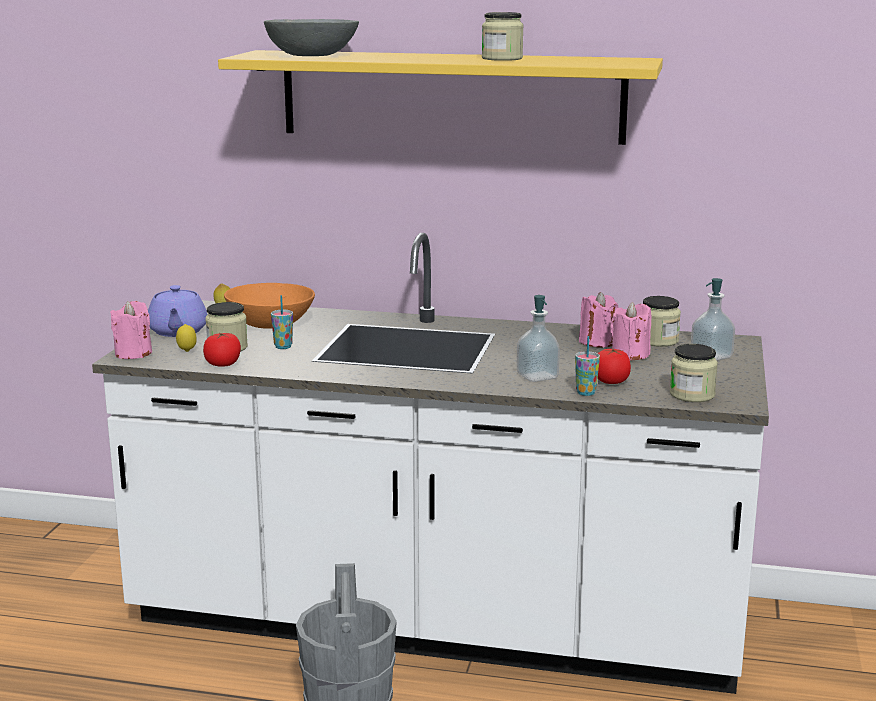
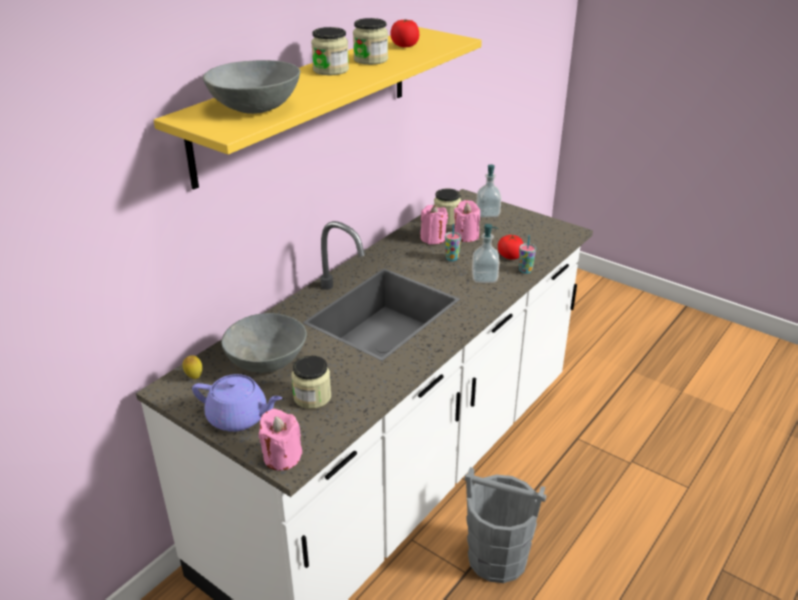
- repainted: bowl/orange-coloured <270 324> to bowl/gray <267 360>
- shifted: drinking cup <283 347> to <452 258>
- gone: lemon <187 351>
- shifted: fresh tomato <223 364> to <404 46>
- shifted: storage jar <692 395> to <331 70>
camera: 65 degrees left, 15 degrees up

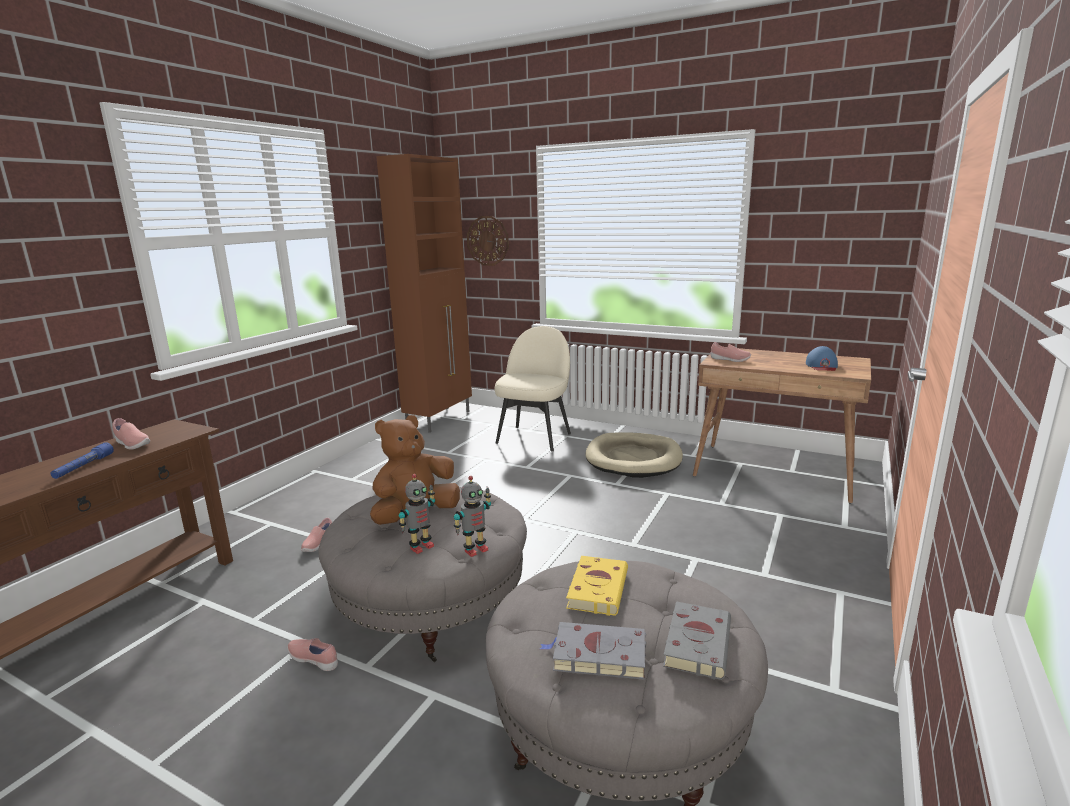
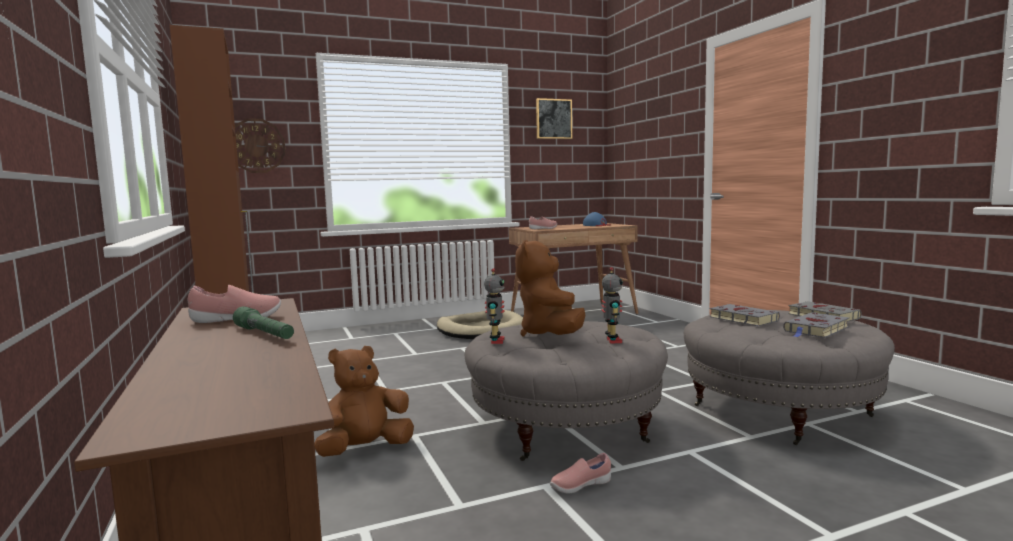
- gone: upright chair/beige <534 437>
- repainted: flashlight/blue-coloured <83 467> to flashlight/greenish <264 334>
- shifted: robot figure <475 550> to <496 341>
- swapped: item of footwear/pink <318 544> to cuddly toy/brownish <365 449>
- repainted: book/yellow-coloured <598 588> to book/gray <741 319>
- new: picture <553 119>
camera: 50 degrees left, 10 degrees down

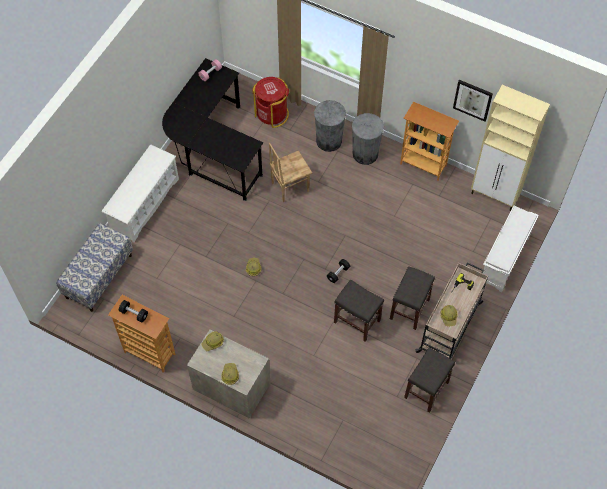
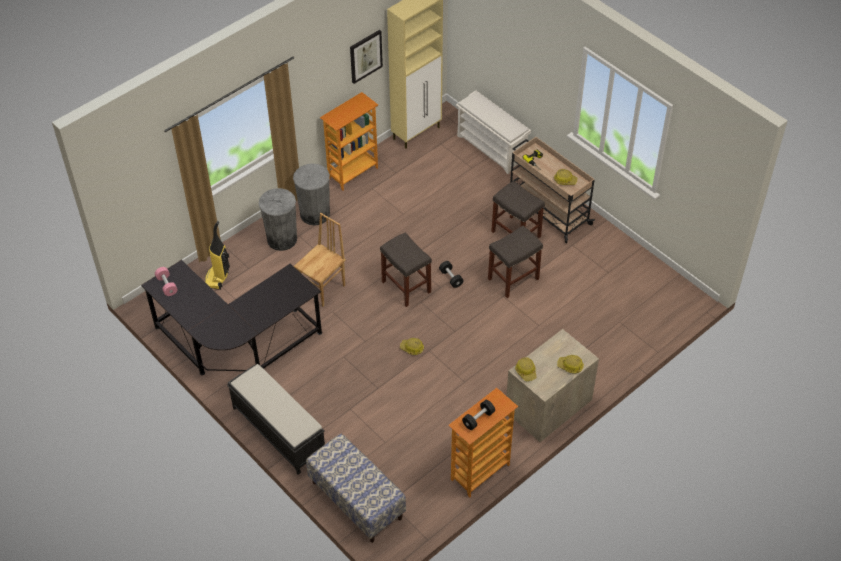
- swapped: waste bin/reddish <272 114> to vacuum cleaner <218 278>
- rotated: upright chair/brownish <289 187> = <323 289> 135 degrees counterclockwise
- swapped: shoe stand/white <144 204> to bench/black <278 430>
- shifted: stool/gray <426 390> to <407 287>
camera: 70 degrees left, 10 degrees down

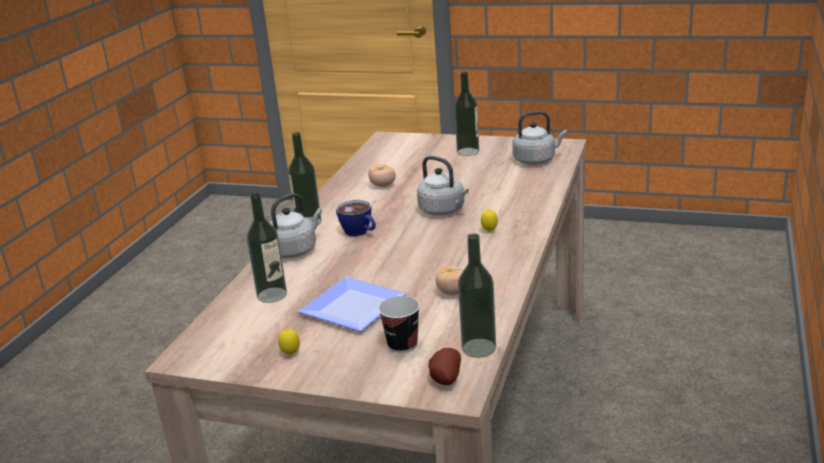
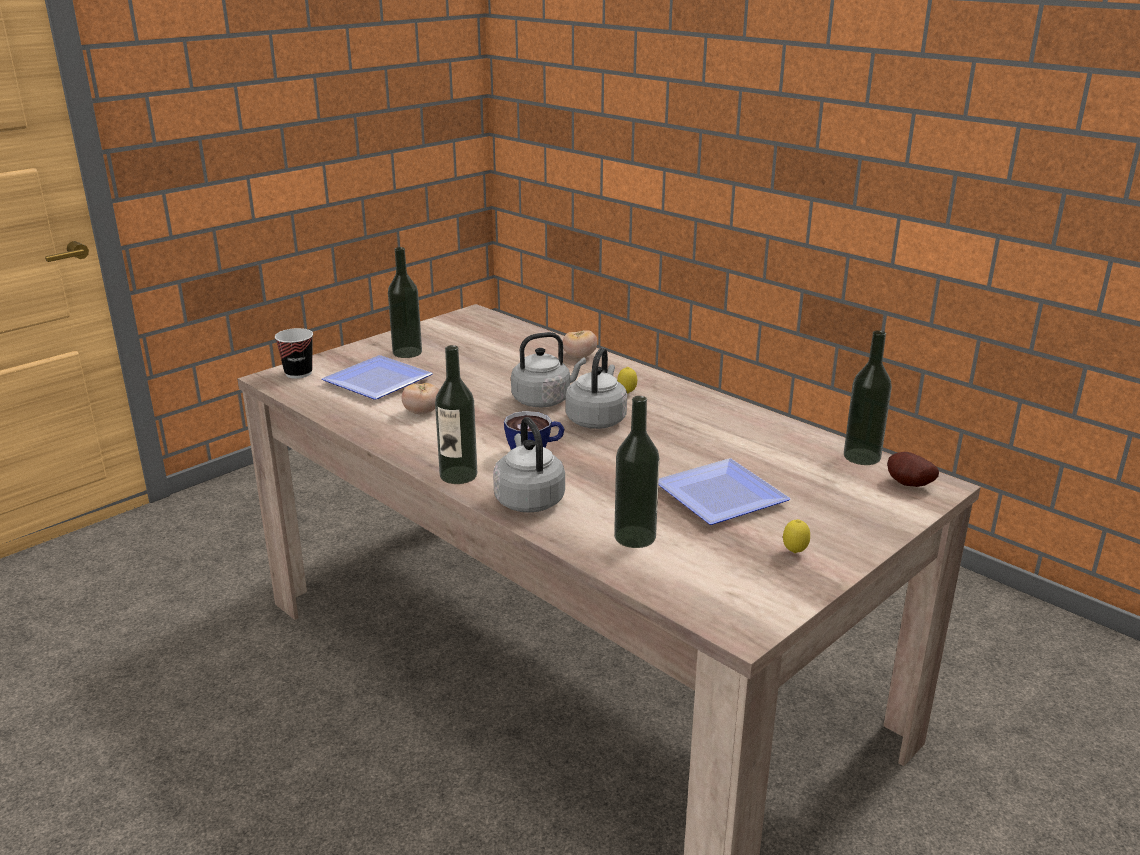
- shifted: tea kettle/gray <536 160> to <597 419>
- shifted: fresh tomato <452 293> to <579 356>
- shifted: drinking cup <402 345> to <298 373>
- new: plate <378 380>
camera: 65 degrees left, 0 degrees up

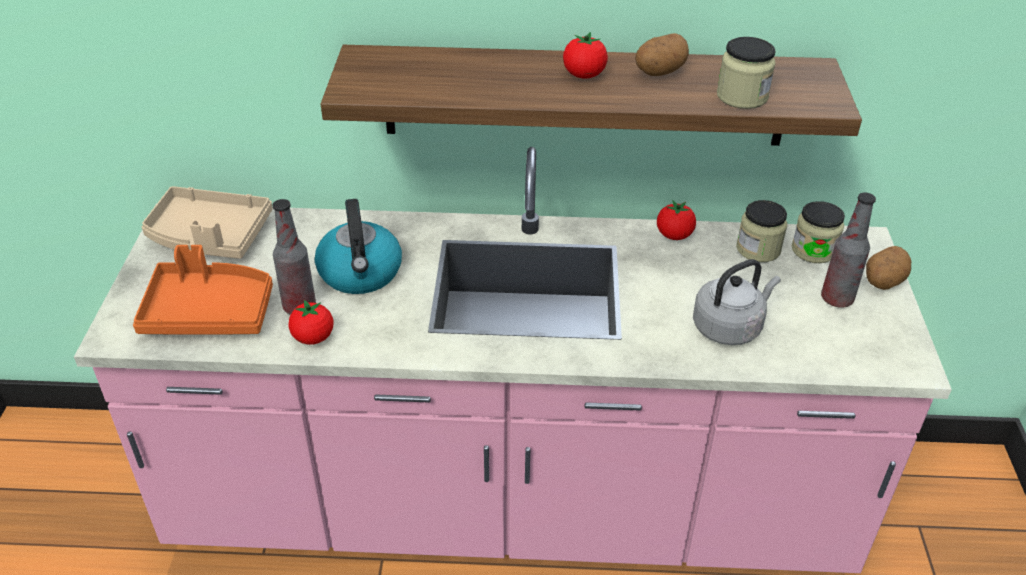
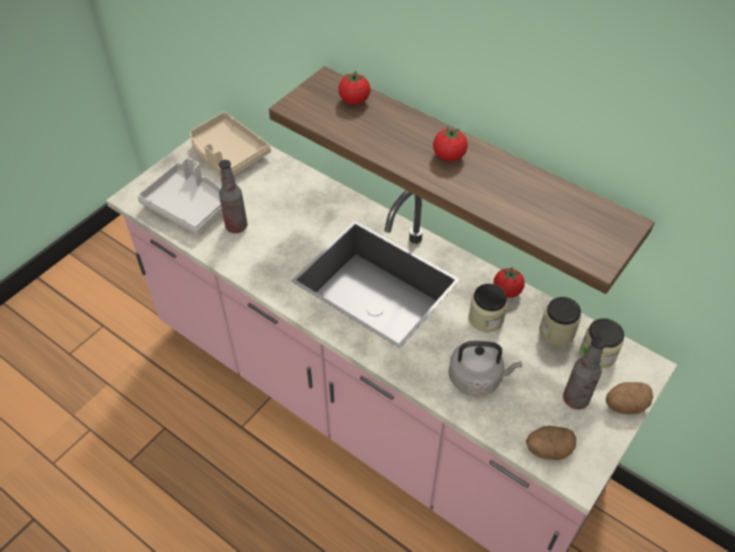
- shifted: whole potato <659 72> to <547 449>
- shifted: storage jar <742 96> to <486 318>
- gone: tea kettle <361 273>
- repainted: tray/orange-coloured <209 312> to tray/gray <188 206>
- shifted: fresh tomato <313 337> to <354 100>
camera: 35 degrees right, 10 degrees up

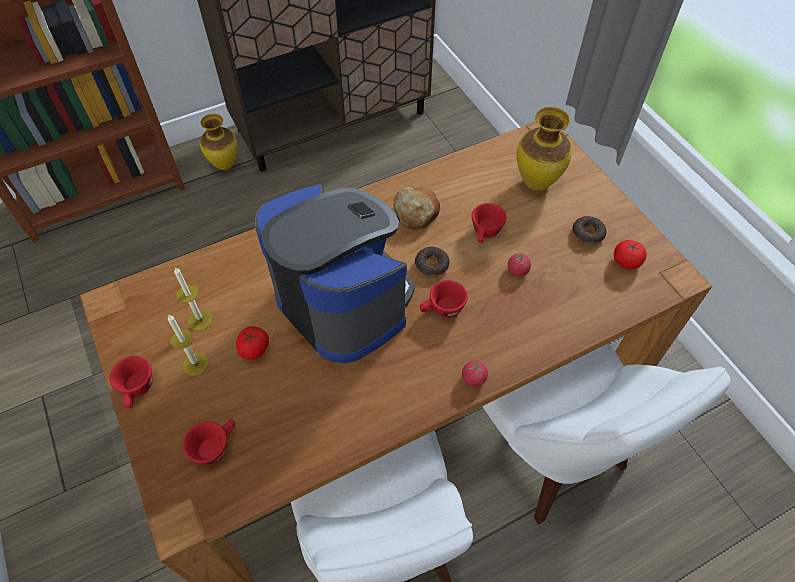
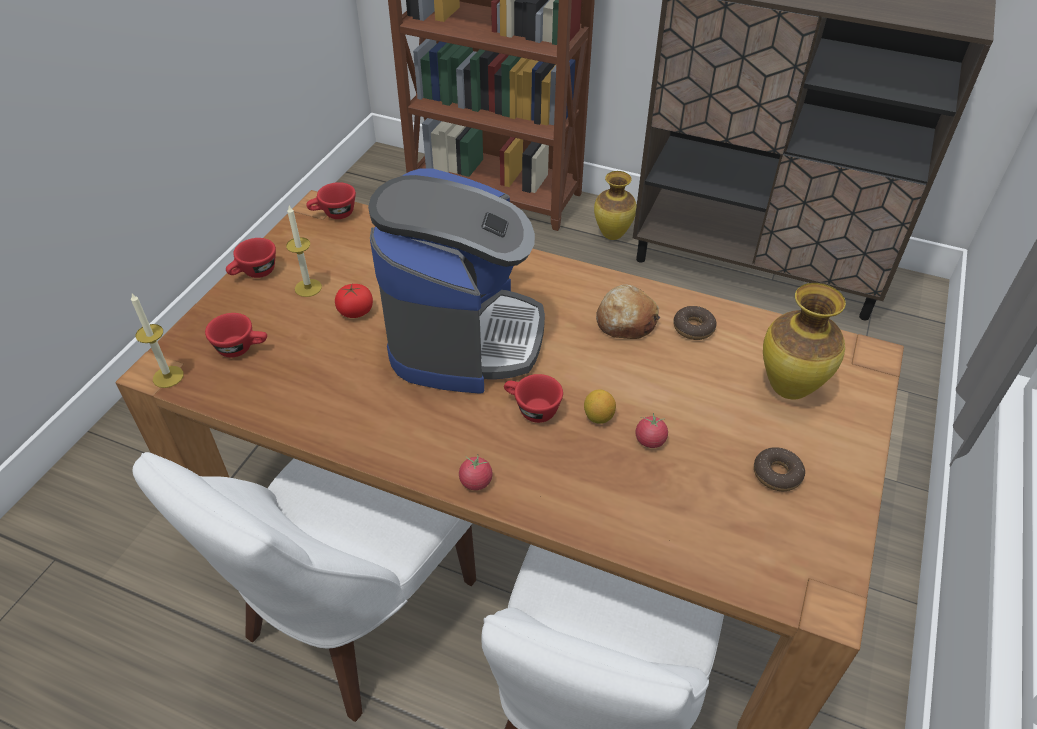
- shifted: drinking cup/reddish <485 233> to <334 214>
- gone: fresh tomato <626 262>
- shifted: donut <431 265> to <693 328>
- shifted: candle <200 320> to <168 377>
- new: lemon <598 417>
camera: 50 degrees right, 10 degrees down

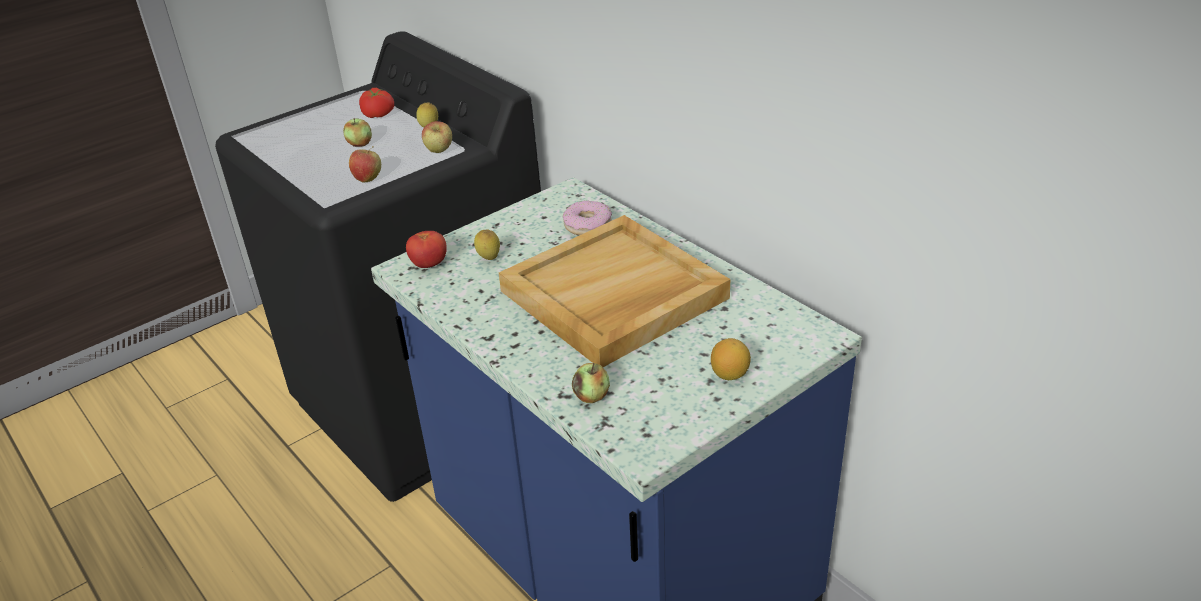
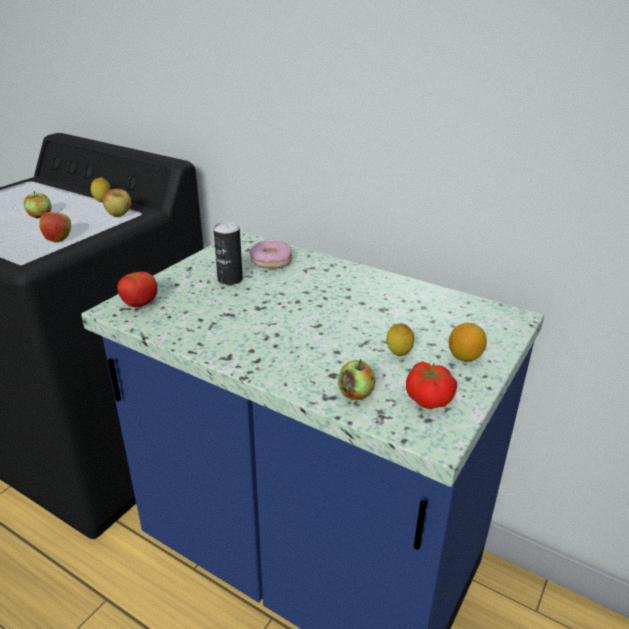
- shifted: fresh tomato <379 114> to <429 398>
- gone: tray/beige <613 296>
- shifted: lemon <489 259> to <398 355>
- new: metal can <230 279>
camera: 20 degrees left, 5 degrees down

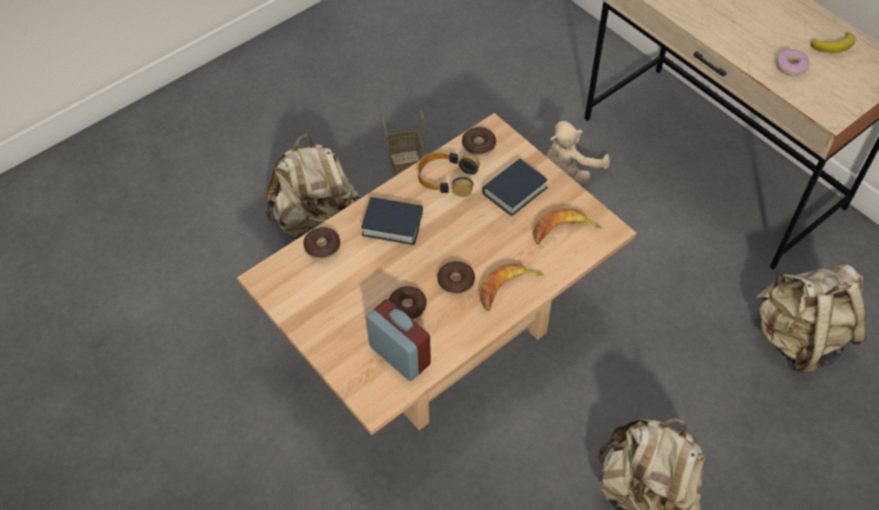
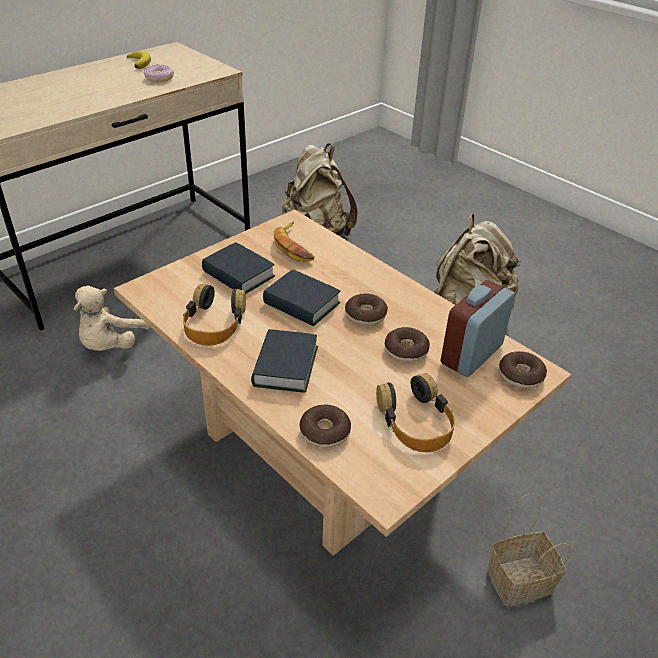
- shifted: household basket <405 165> to <518 582>
- rotated: cuddly toy/beige <569 170> = <111 344> 60 degrees clockwise
- shifted: donut <478 145> to <520 375>
- gone: rucksack/beige <317 222>
- gone: whole banana <507 289>
- new: book <301 304>
- new: headphones <415 421>
camera: 95 degrees left, 15 degrees down

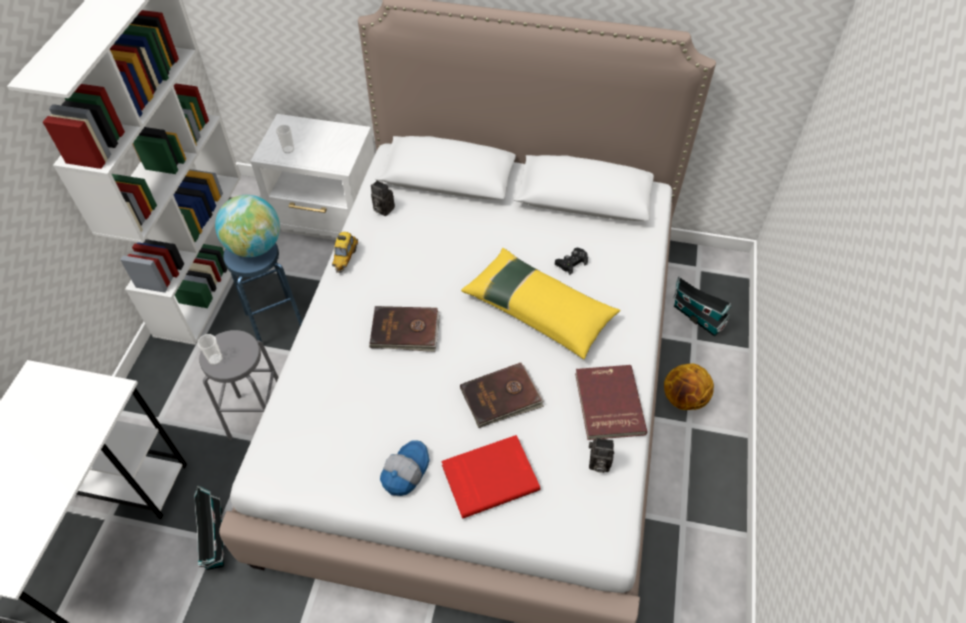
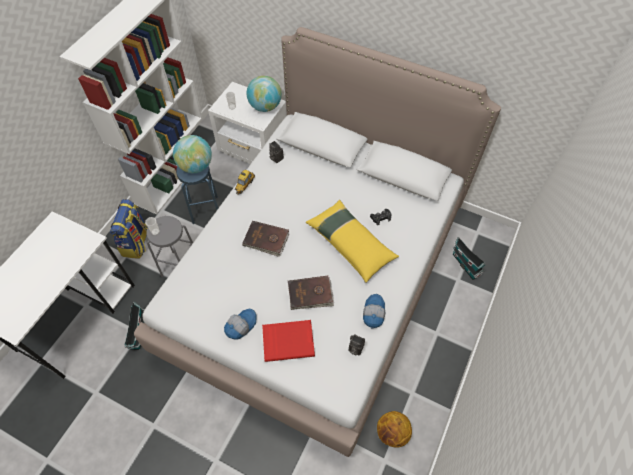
- shifted: basketball <684 399> to <392 433>
- swapped: book/reddish <607 403> to peaked cap <373 313>
- new: desk globe <265 106>
- new: rucksack <137 243>
camera: 15 degrees right, 5 degrees up

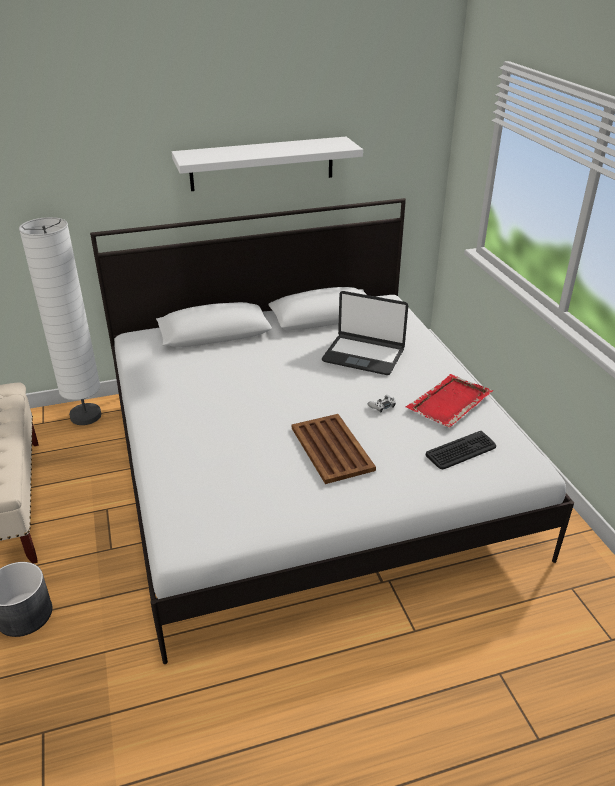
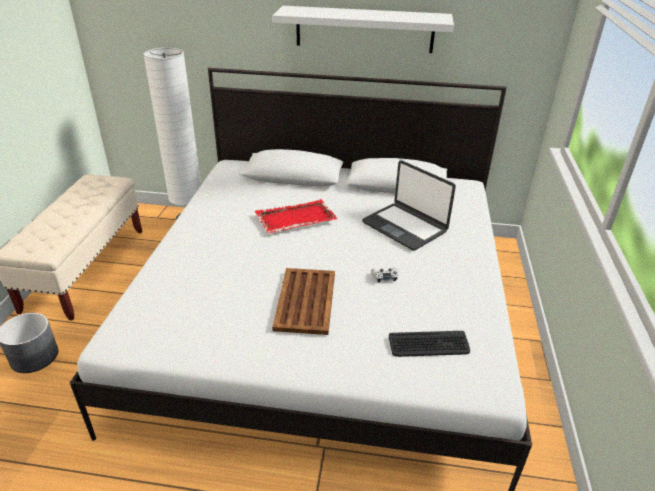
- shifted: tray/reddish <448 403> to <295 218>
camera: 25 degrees right, 0 degrees up

